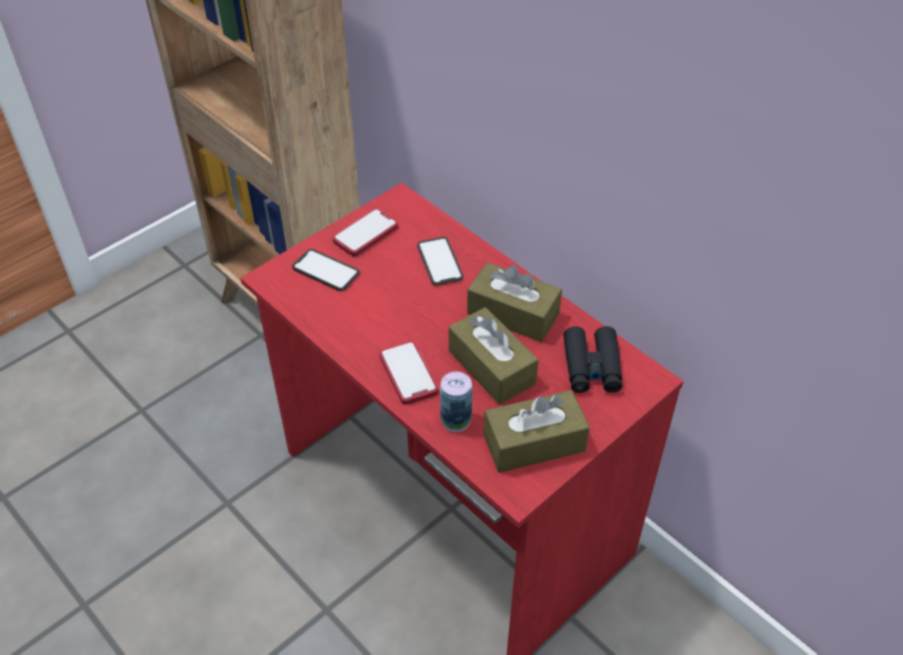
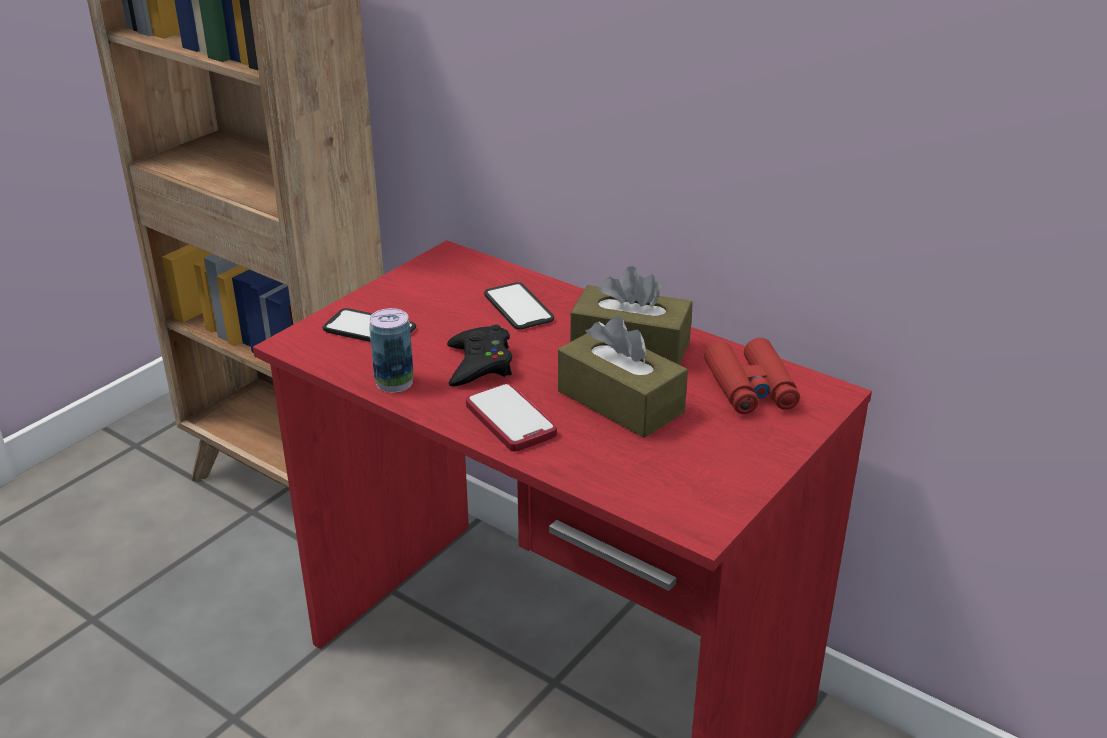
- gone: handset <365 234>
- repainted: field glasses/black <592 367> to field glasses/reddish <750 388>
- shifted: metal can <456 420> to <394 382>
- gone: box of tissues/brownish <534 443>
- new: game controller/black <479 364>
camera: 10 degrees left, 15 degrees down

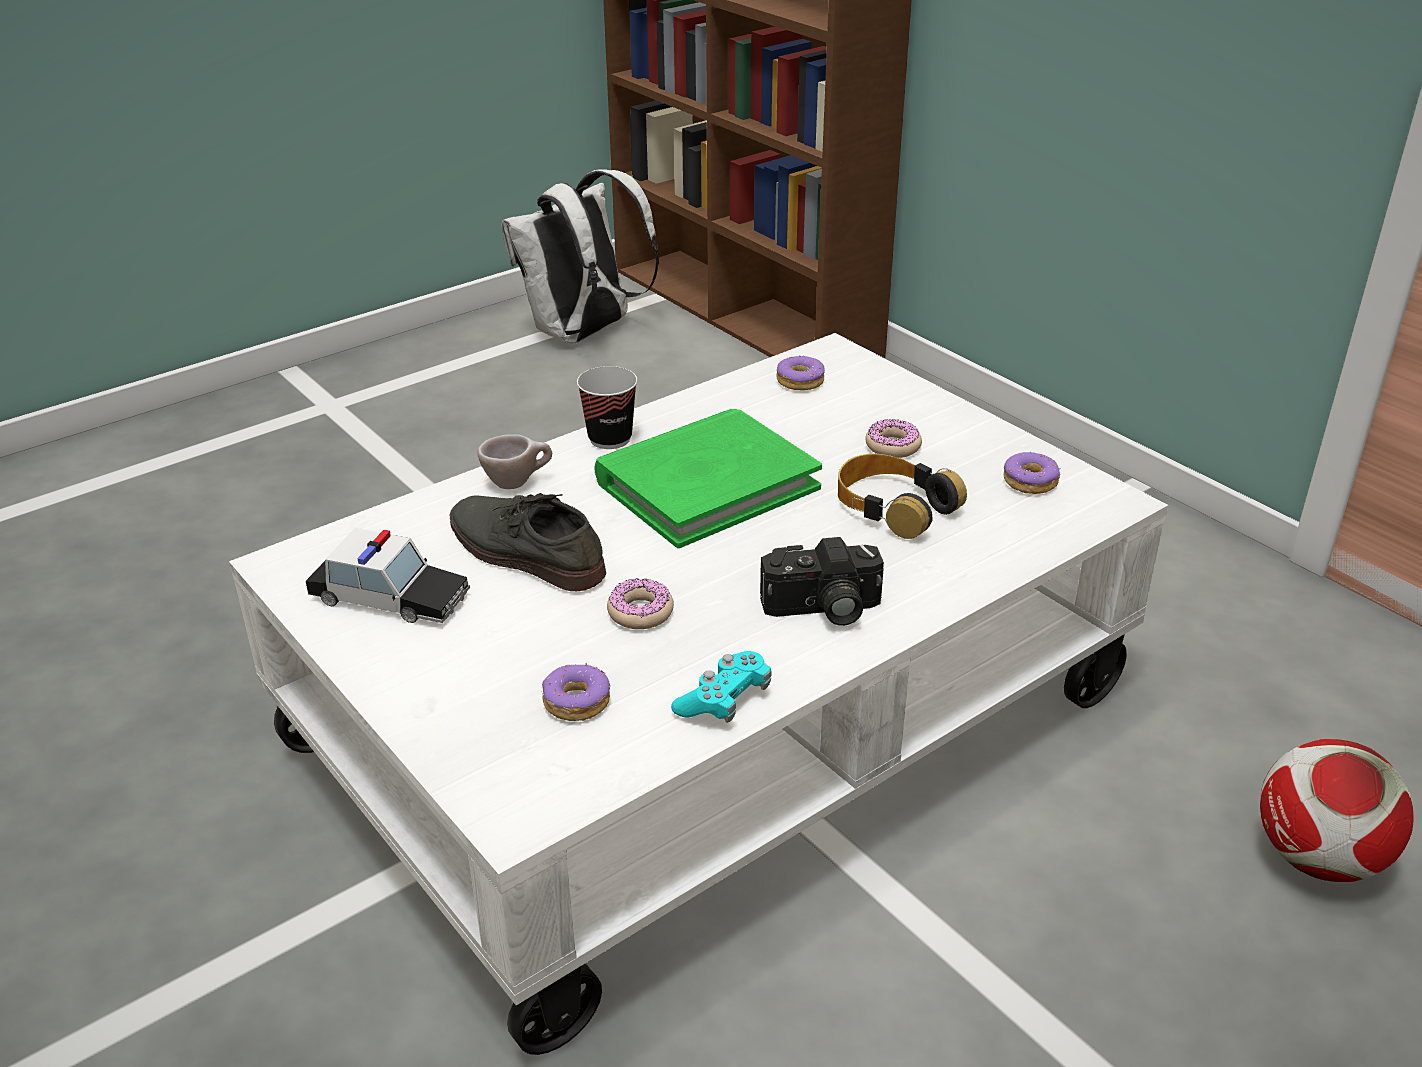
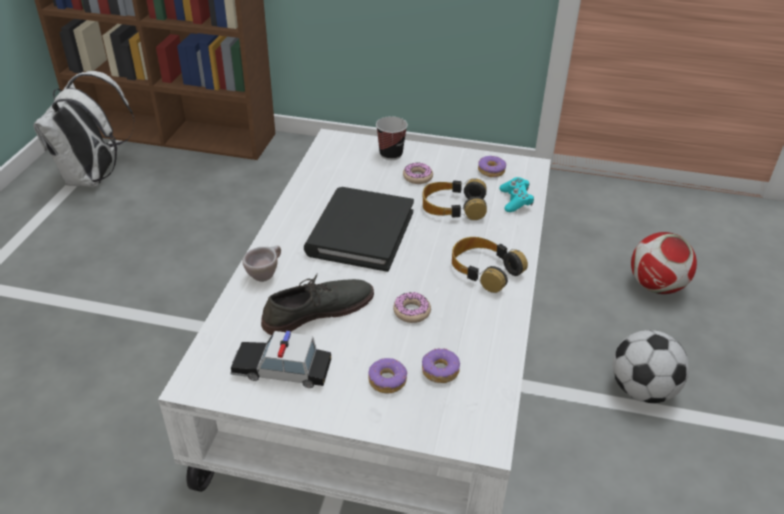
- shifted: donut <800 381> to <387 380>
- shifted: drinking cup <610 438> to <391 154>
- repainted: book/greenish <707 484> to book/black <360 233>
- rotated: item of footwear/gray <524 552> = <318 310> 150 degrees clockwise
- rotated: model car <390 598> = <281 369> 150 degrees counterclockwise
- swapped: still camera <822 609> to headphones <484 270>
- shifted: game controller/turquoise <724 700> to <515 201>
- new: football ball <642 390>
camera: 40 degrees left, 5 degrees up

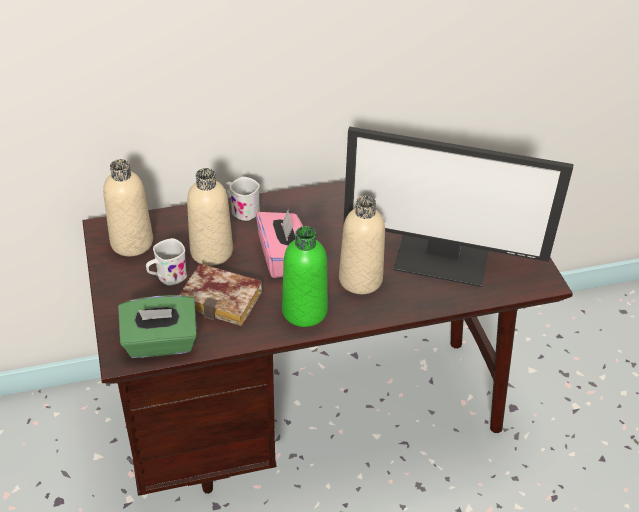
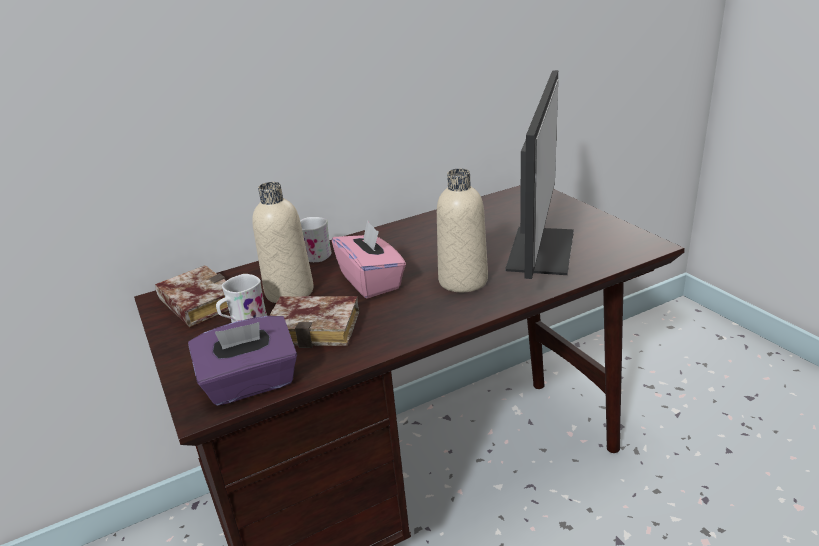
- rotated: computer screen <443 259> = <538 249> 75 degrees counterclockwise
- swapped: bottle/beige <132 242> to book <195 303>
- gone: bottle/greenish <304 311>
- repainted: box of tissues/greenish <160 343> to box of tissues/purple <251 383>
camera: 10 degrees left, 15 degrees down

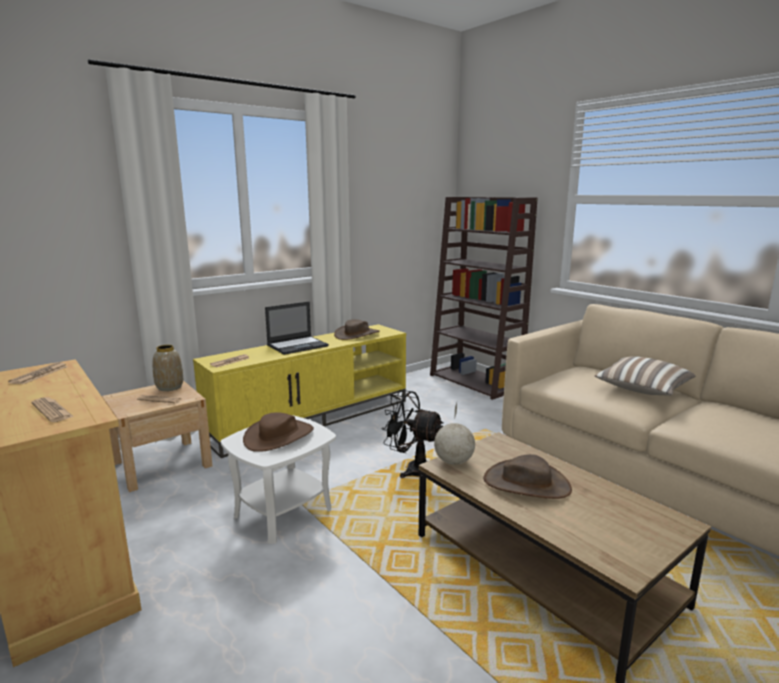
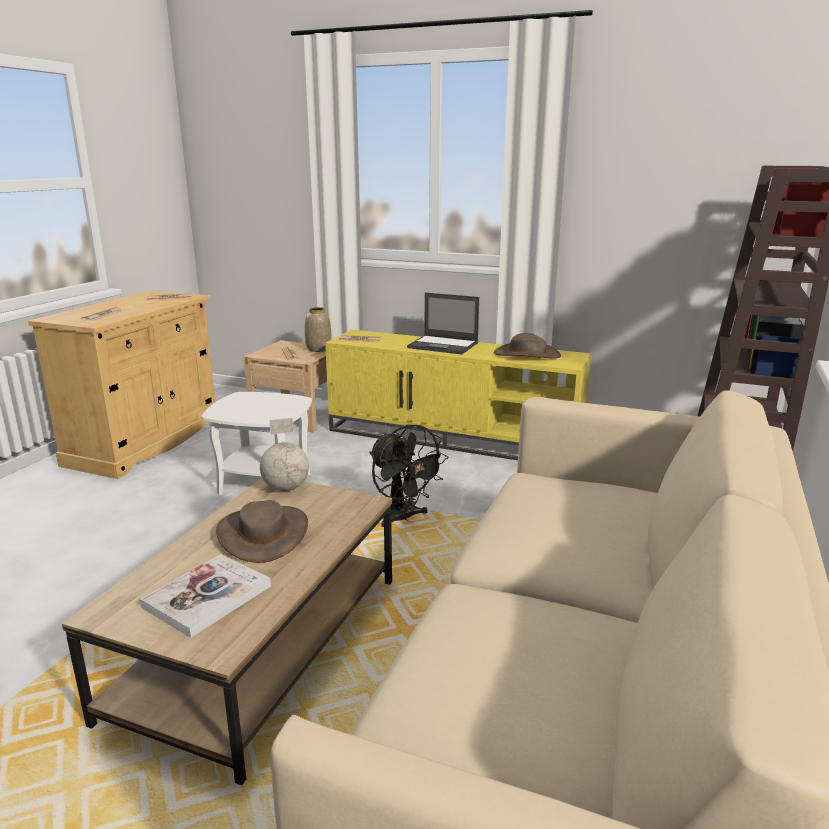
- gone: cushion <642 390>
- rotated: electric fan/black <412 469> = <402 518> 150 degrees clockwise
- gone: hat/brownish <279 436>
- new: book <207 596>
camera: 60 degrees right, 5 degrees up

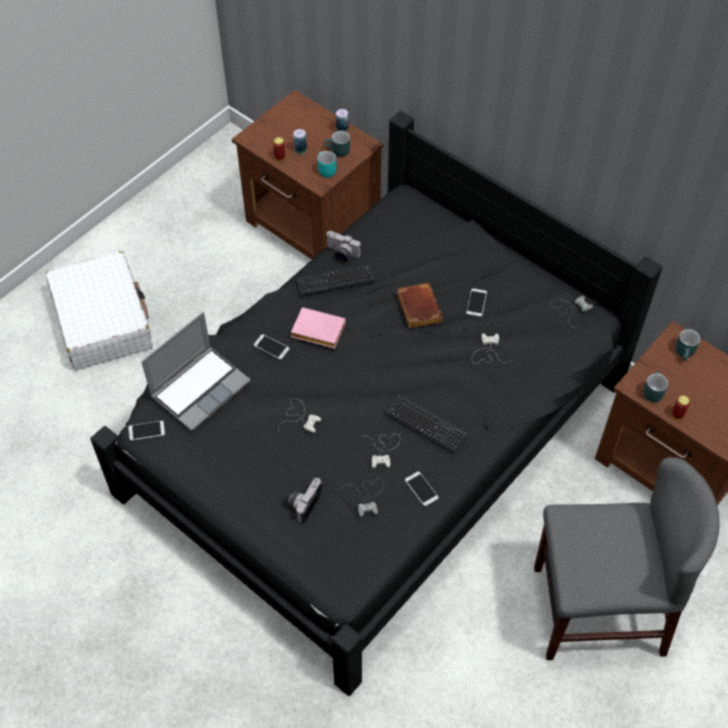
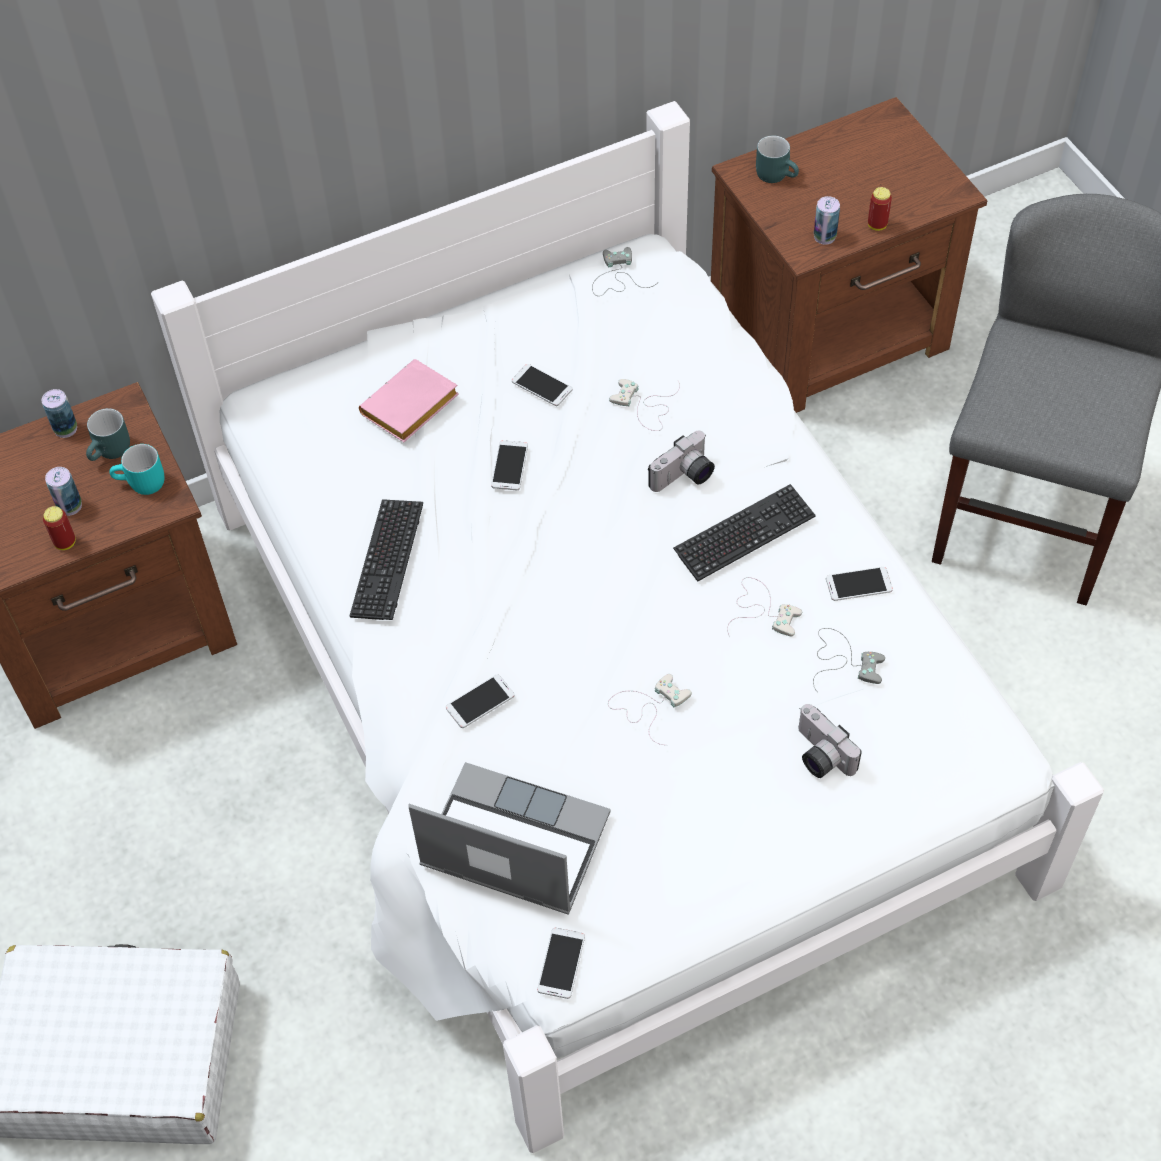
- repainted: bed/black <371 437> to bed/white <608 692>
- shifted: still camera <341 254> to <684 477>
- swapped: book/brownish <417 308> to handset <509 466>
- shifted: book/pink <316 331> to <410 409>
- rotated: notebook computer <200 388> = <512 843> 45 degrees counterclockwise
- swapped: mug/turquoise <651 391> to metal can <824 236>
camera: 65 degrees left, 0 degrees up

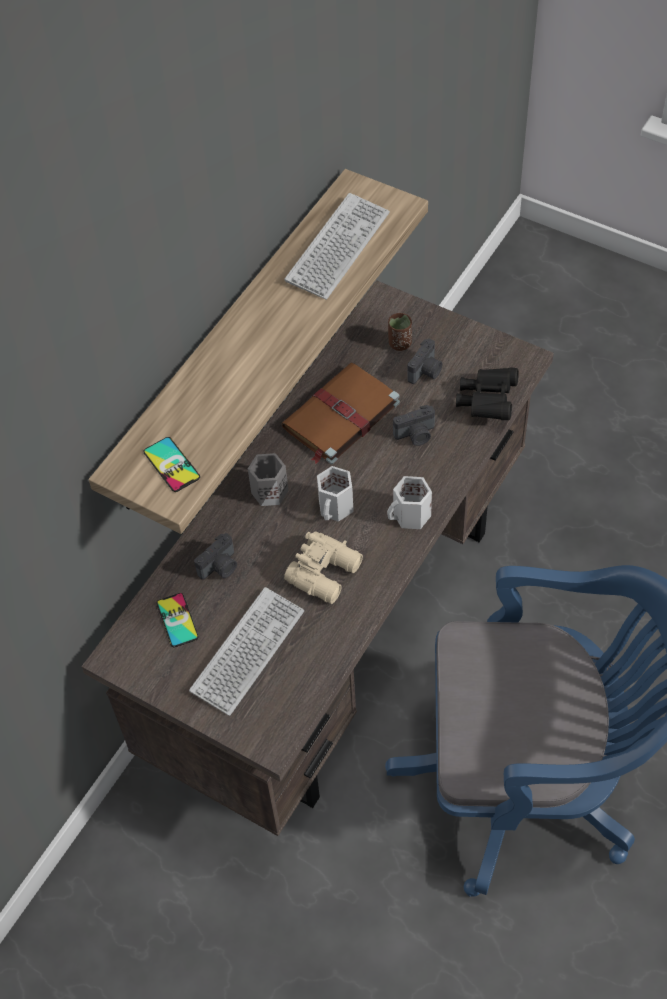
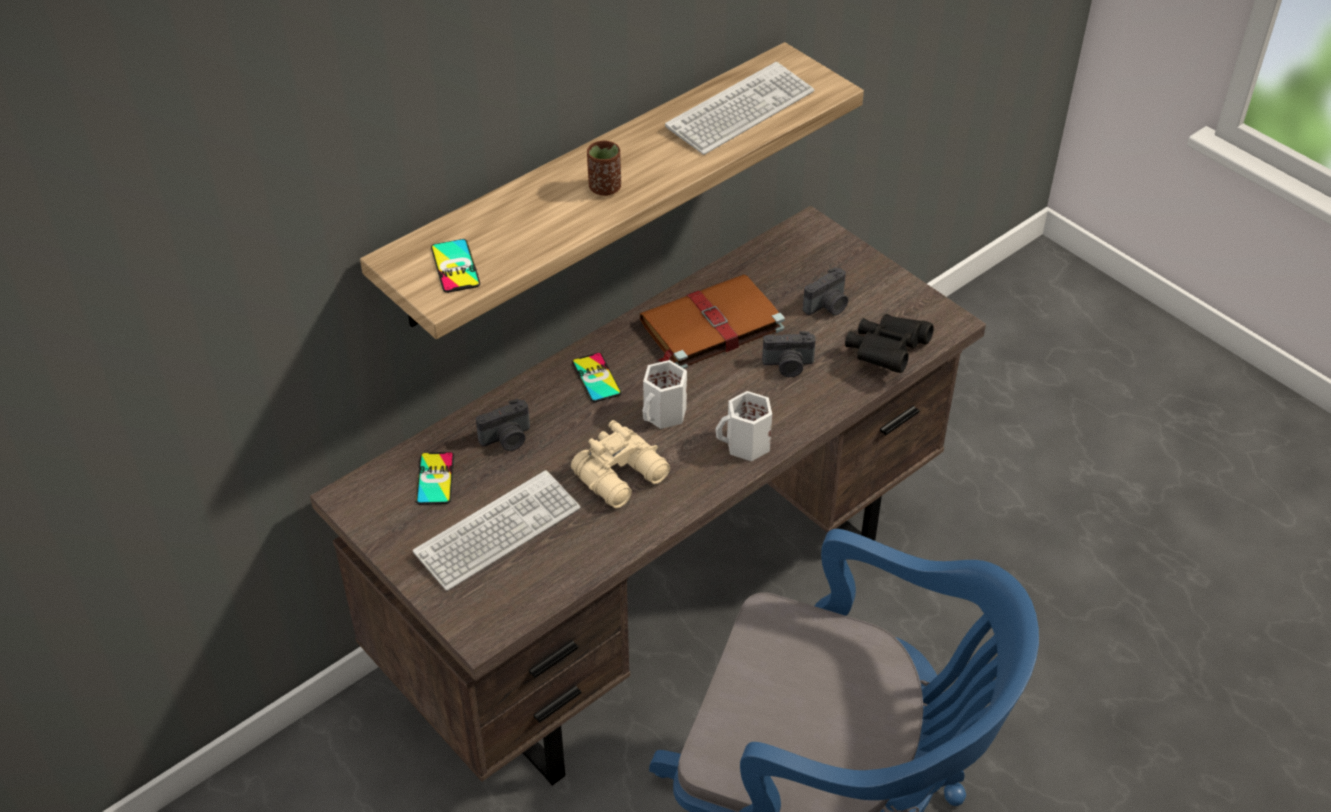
- shifted: drinking cup/brownish <400 343> to <604 188>
- swapped: mug/gray <268 490> to handset <596 378>
camera: 15 degrees right, 10 degrees down

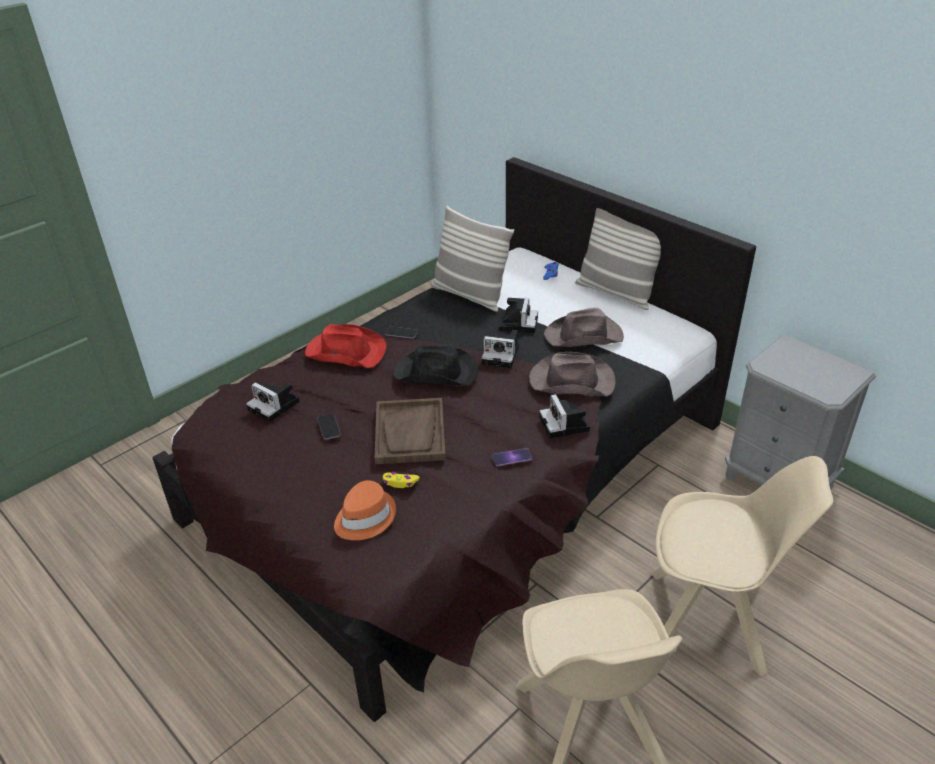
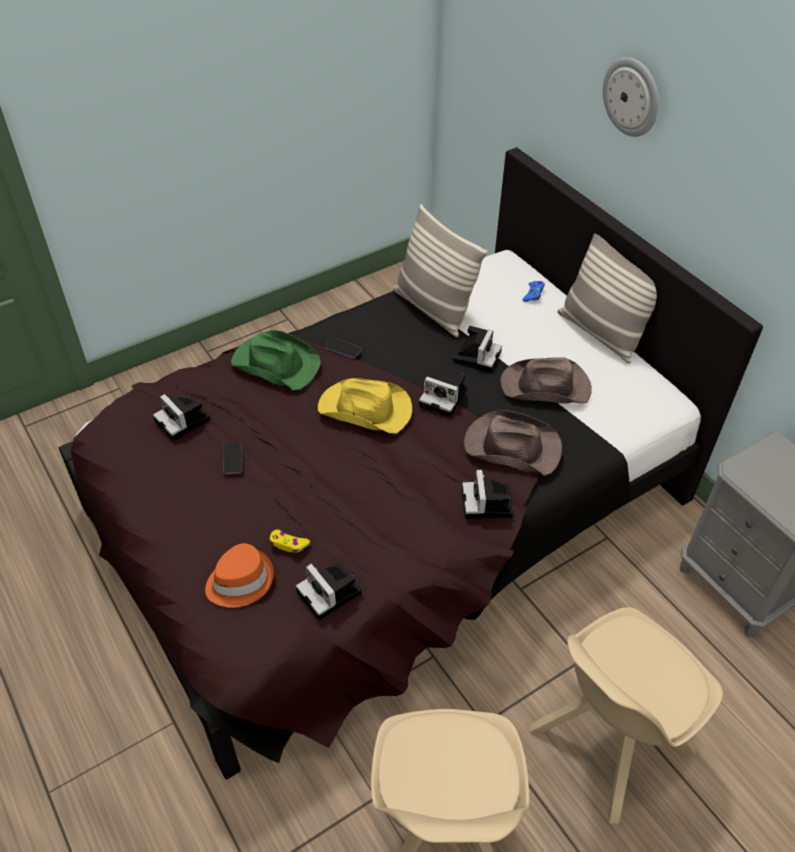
- repainted: hat/reddish <345 351> to hat/greenish <275 363>
- repainted: hat/black <437 373> to hat/yellow-coloured <366 410>
- gone: tray/brownish <410 433>
- gone: handset <512 457>
- rotated: upright chair/beige <710 622> = <607 742> 120 degrees clockwise
- new: clock on the wall <632 96>
- new: still camera <331 593>
camera: 10 degrees right, 10 degrees up

